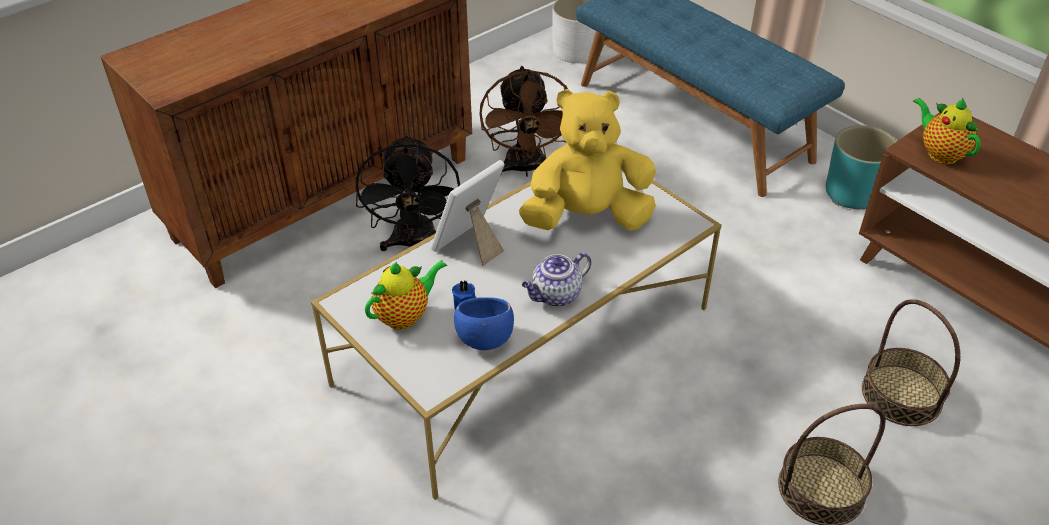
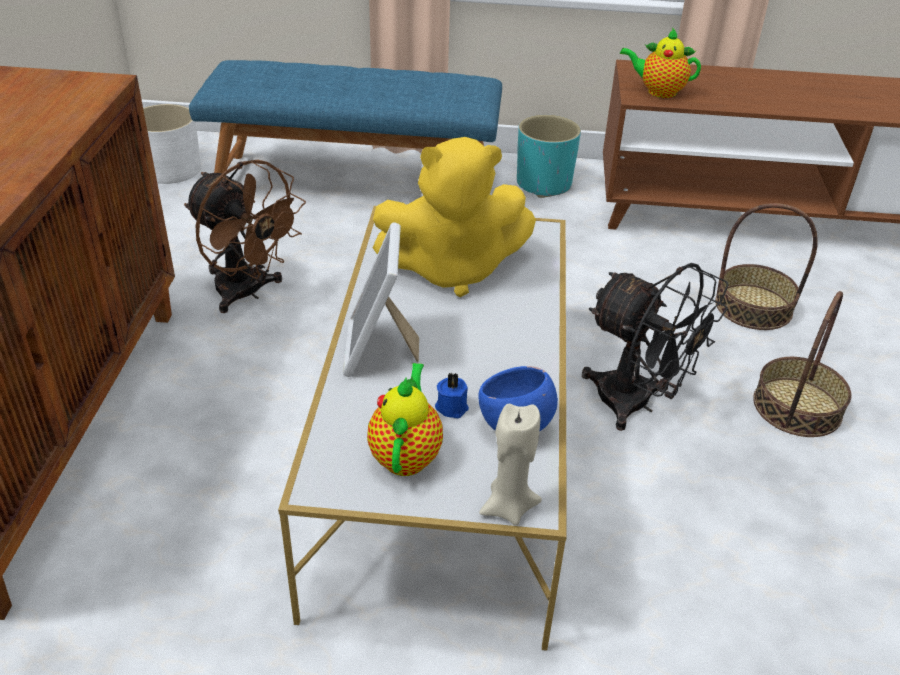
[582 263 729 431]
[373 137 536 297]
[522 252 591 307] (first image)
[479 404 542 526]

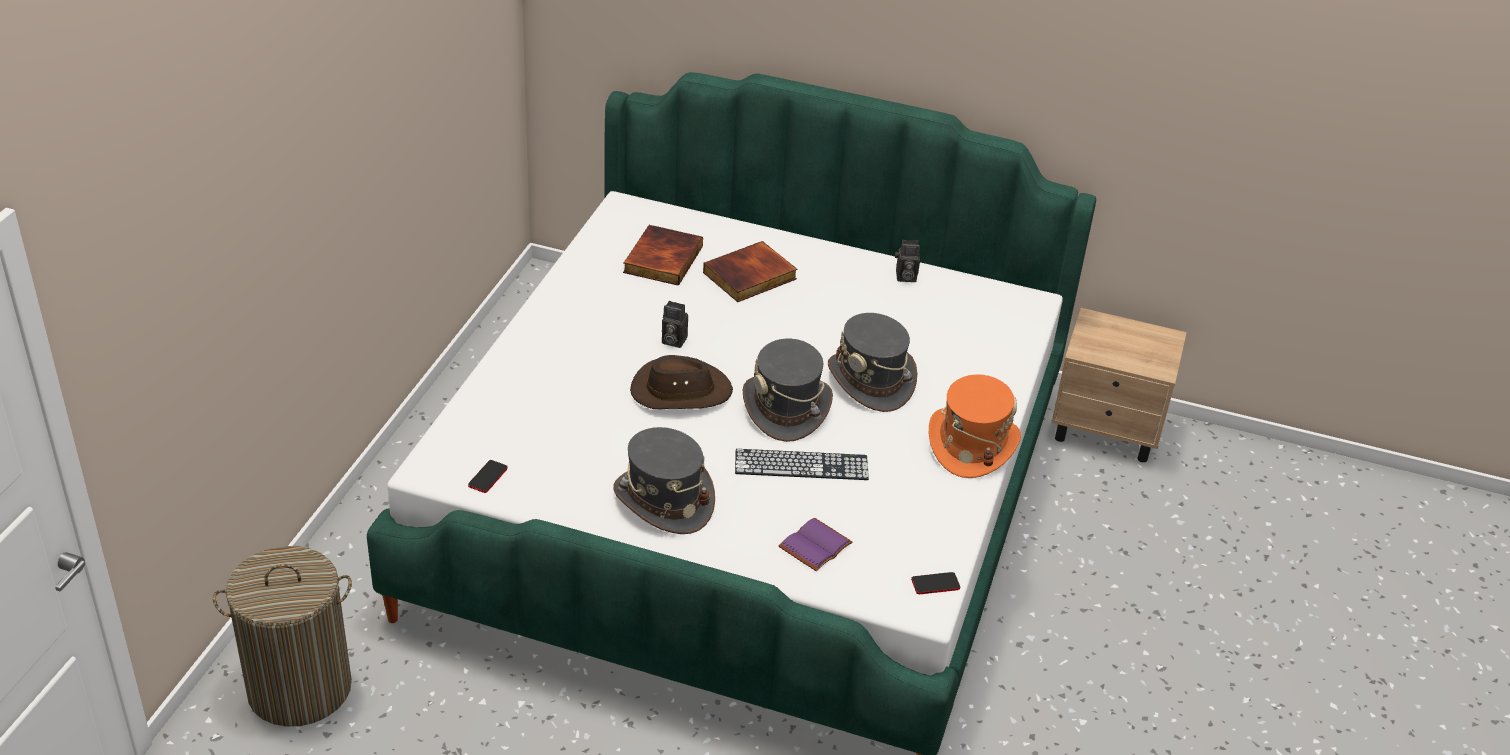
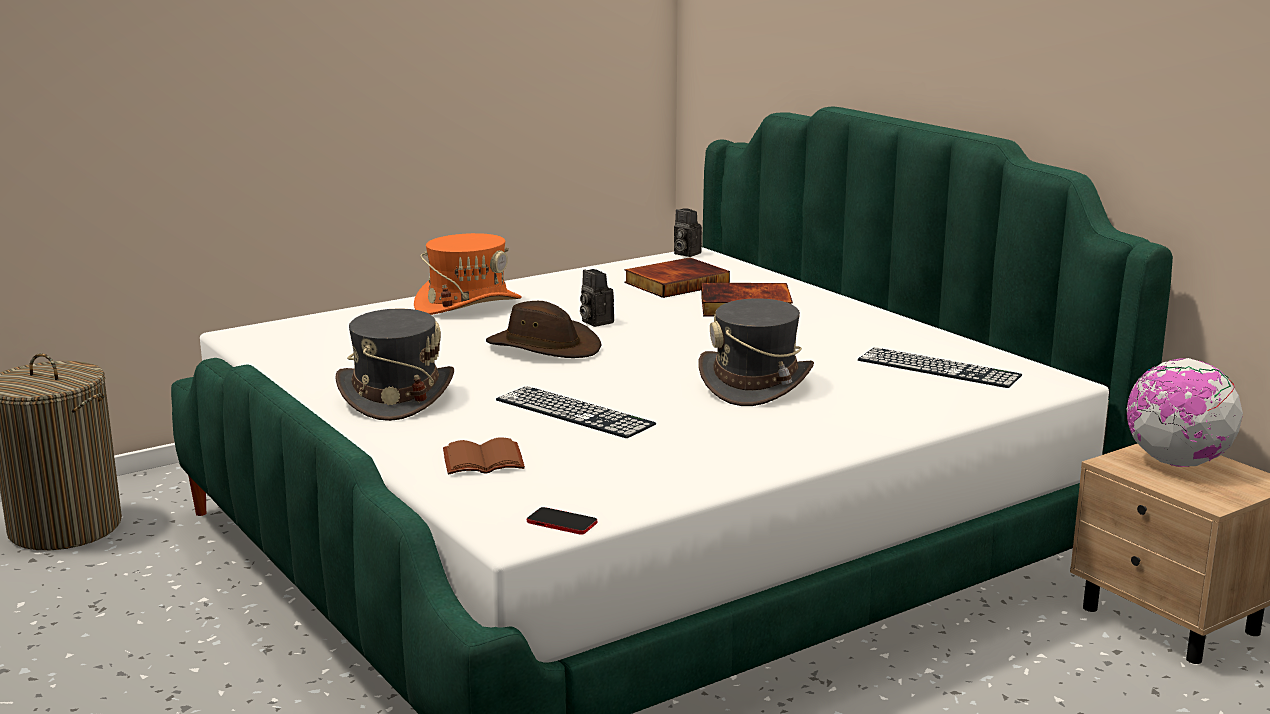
[468 460 508 493] (first image)
[743 339 833 442] (first image)
[443 437 525 474]
[674 208 702 257]
[414 233 522 315]
[858 347 1022 388]
[1126 358 1243 467]

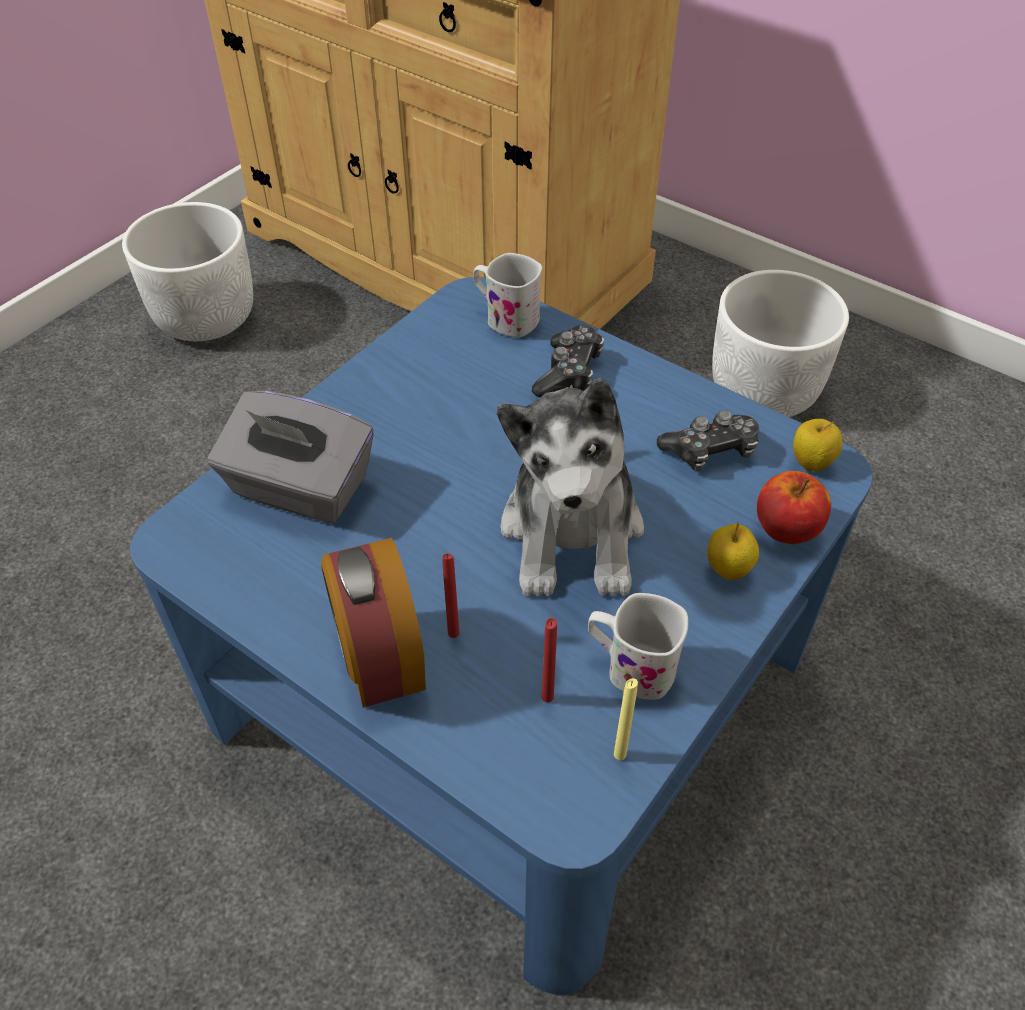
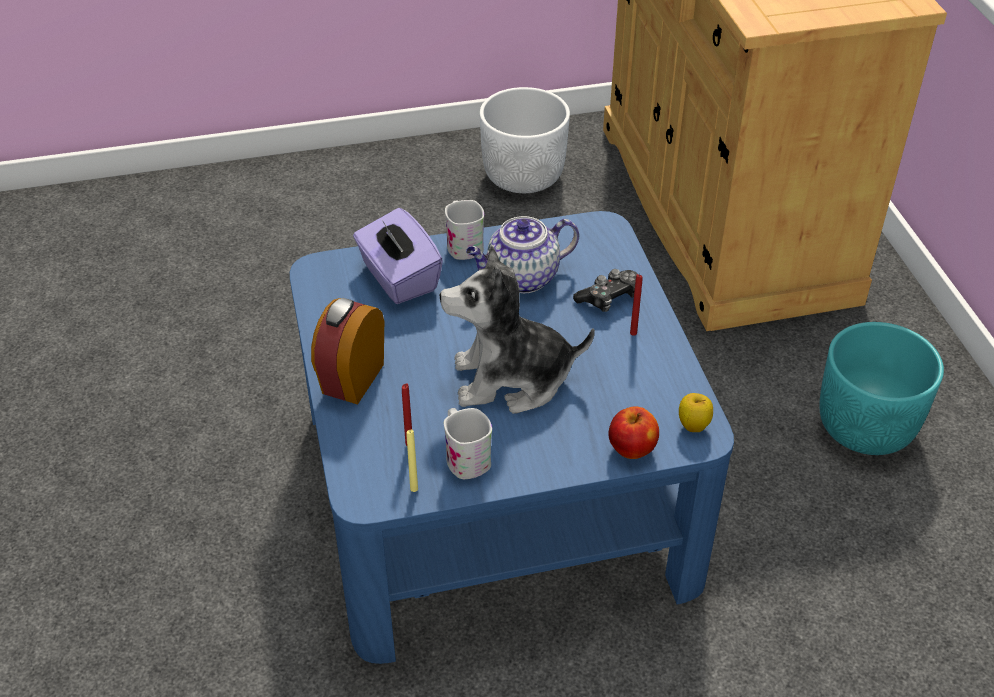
[353 208 443 304]
[630 274 643 336]
[445 200 484 260]
[440 245 595 414]
[657 410 759 471] (first image)
[707 523 759 580] (first image)
[819 322 944 455]
[466 216 579 293]

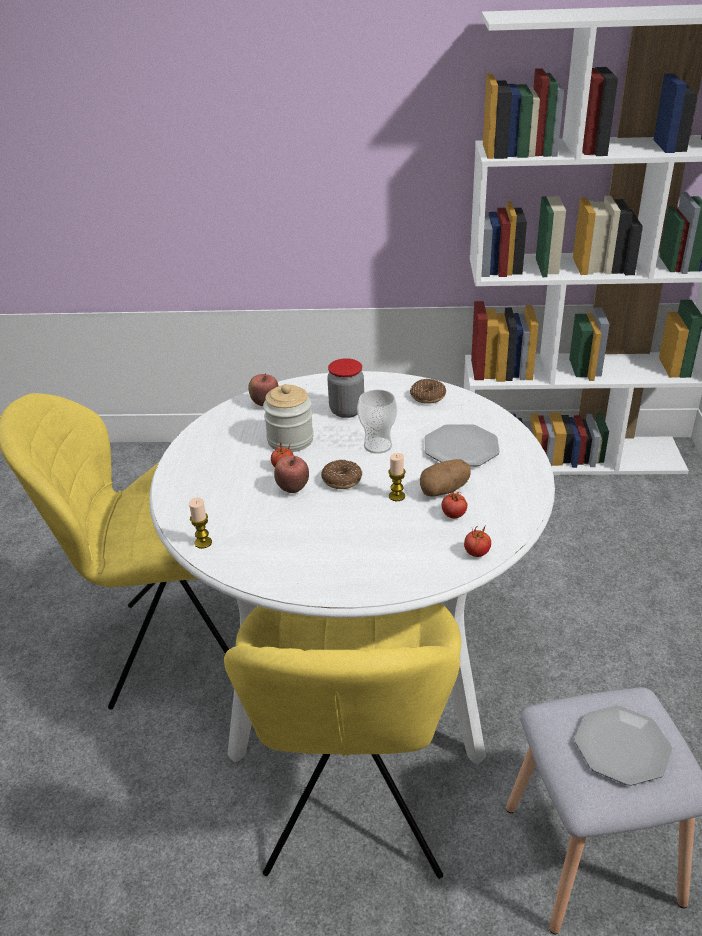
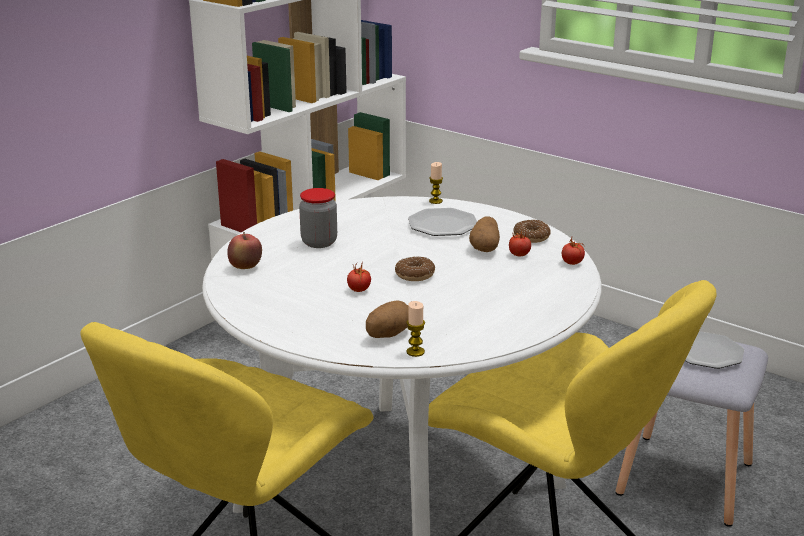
[263 384 314 452] (first image)
[274 455 309 493] (first image)
[357 390 397 454] (first image)
[429 162 443 204]
[513 220 551 243]
[366 300 408 338]

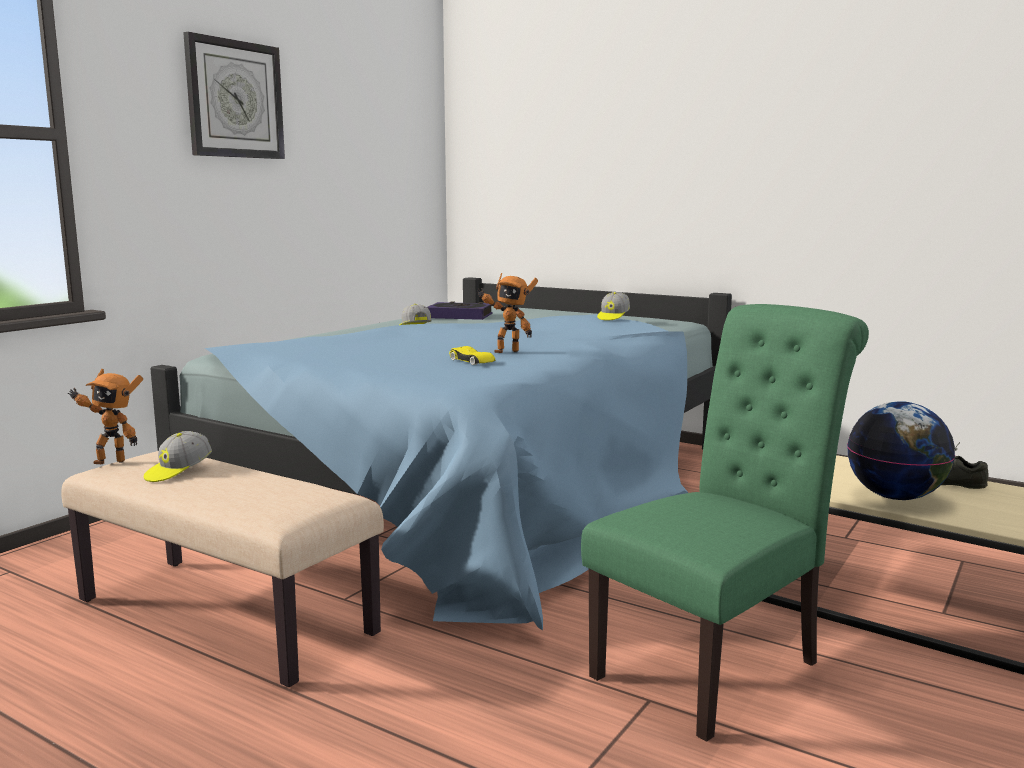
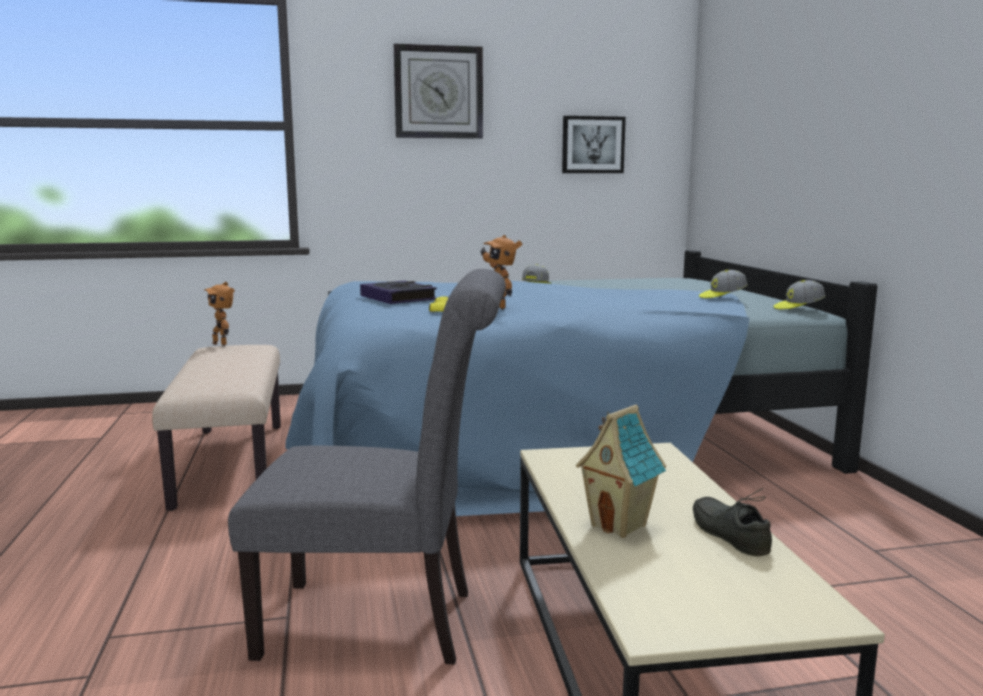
[773 280 825 310]
[360 281 437 304]
[228 269 506 664]
[576 405 666 538]
[562 116 626 173]

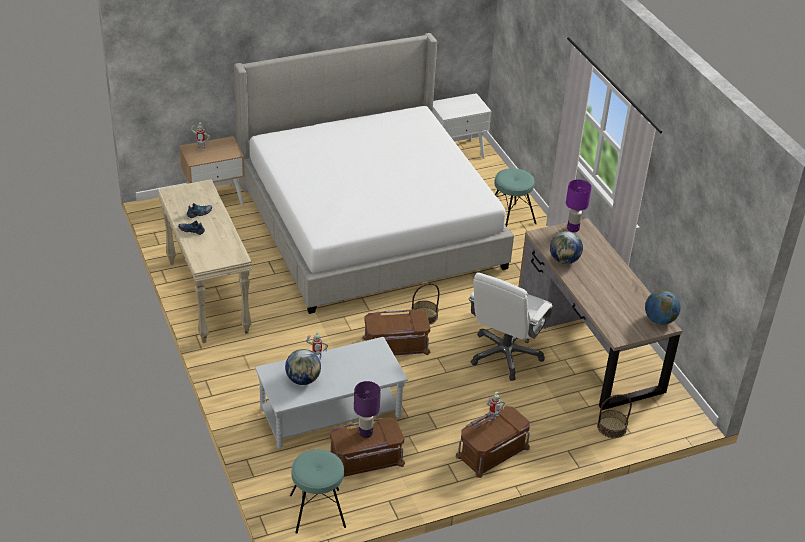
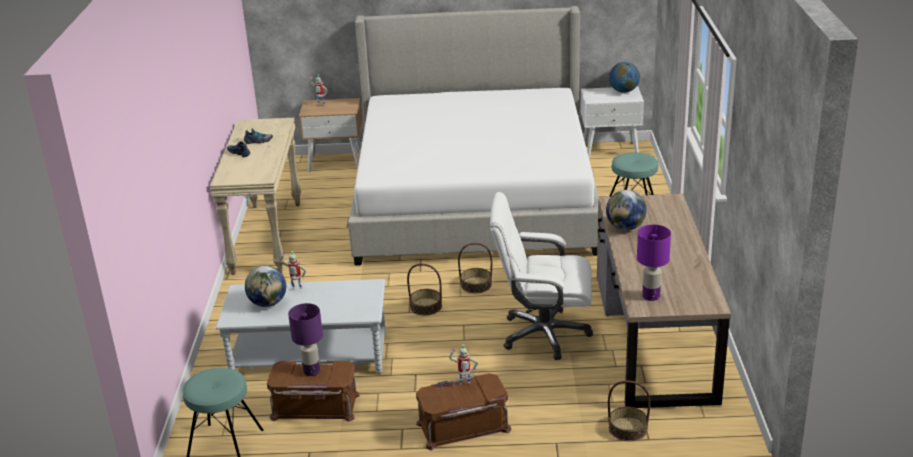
[407 264 442 316]
[490 192 593 360]
[637 225 671 301]
[609 62 640 93]

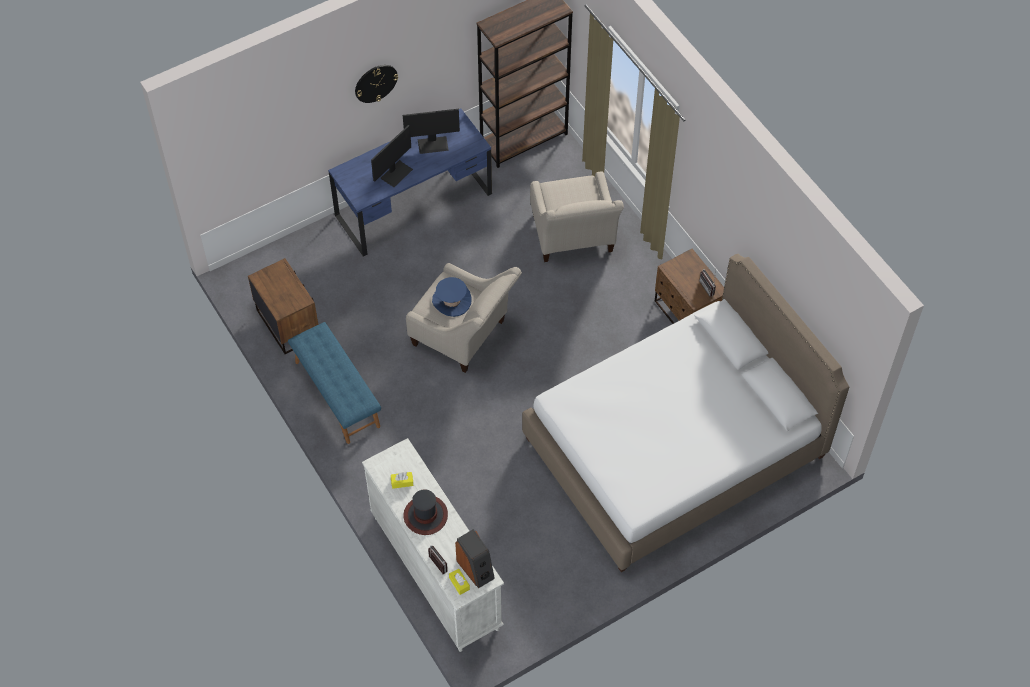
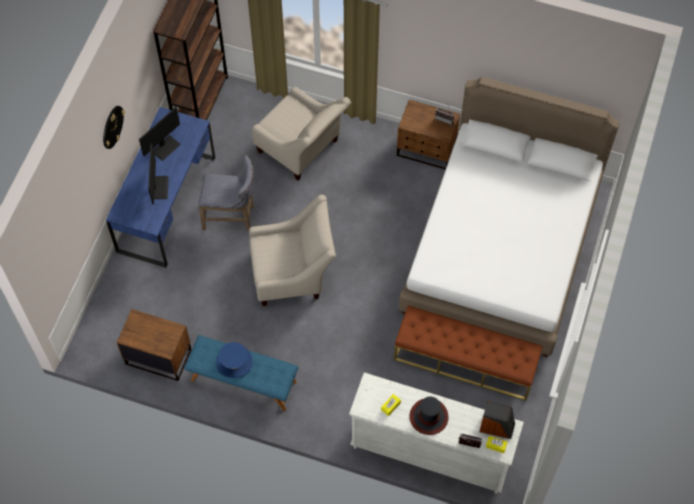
[216 342 253 378]
[198 155 254 231]
[394 306 543 401]

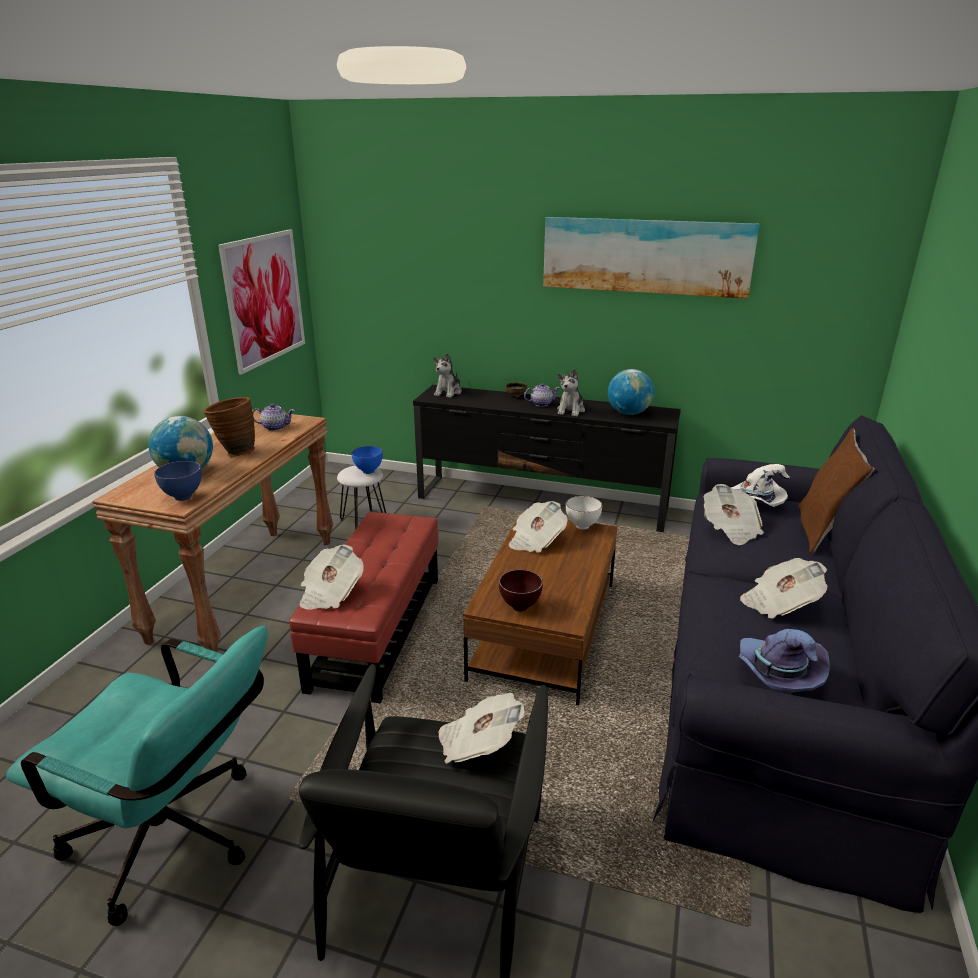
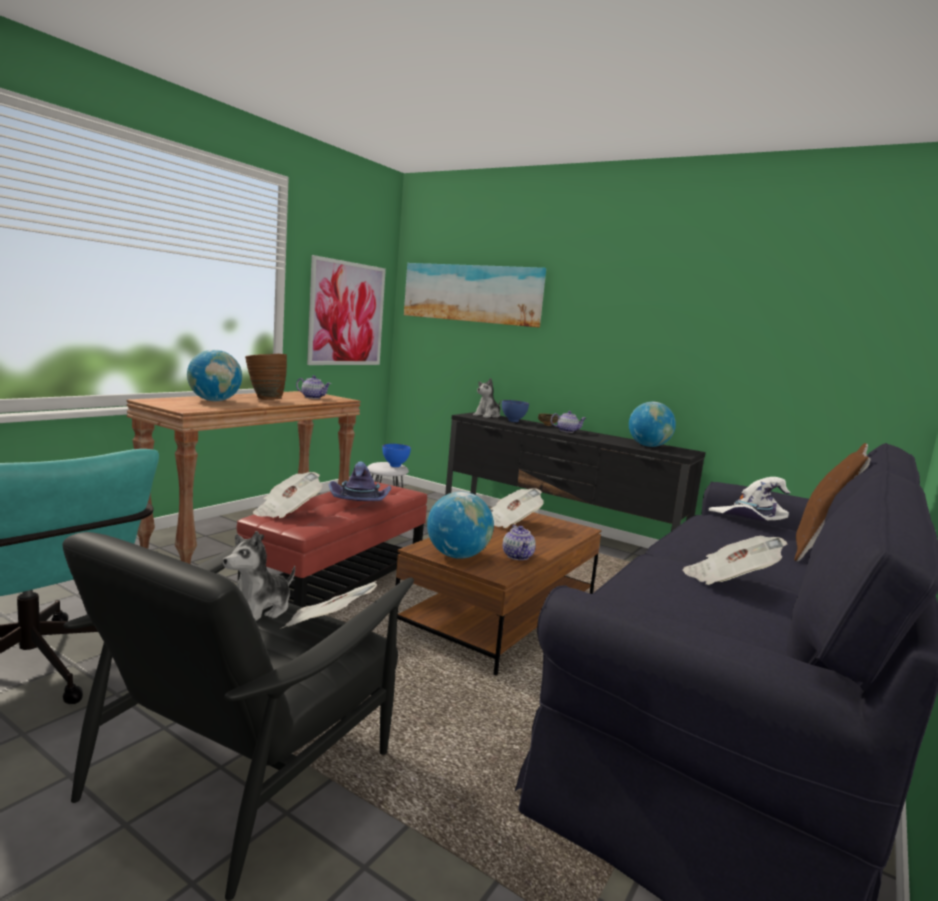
[502 400 529 422]
[427 491 494 559]
[404 263 546 328]
[223 531 295 621]
[566 496 602 530] (first image)
[704 484 764 545] (first image)
[329 462 391 501]
[503 525 536 560]

